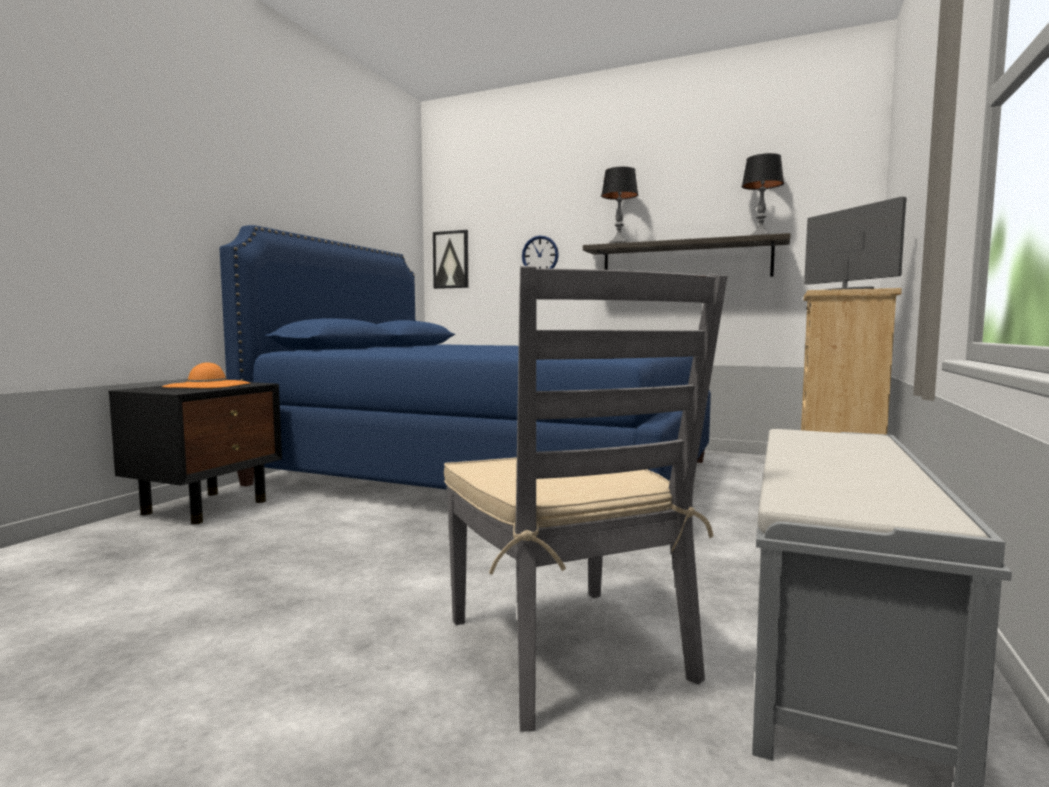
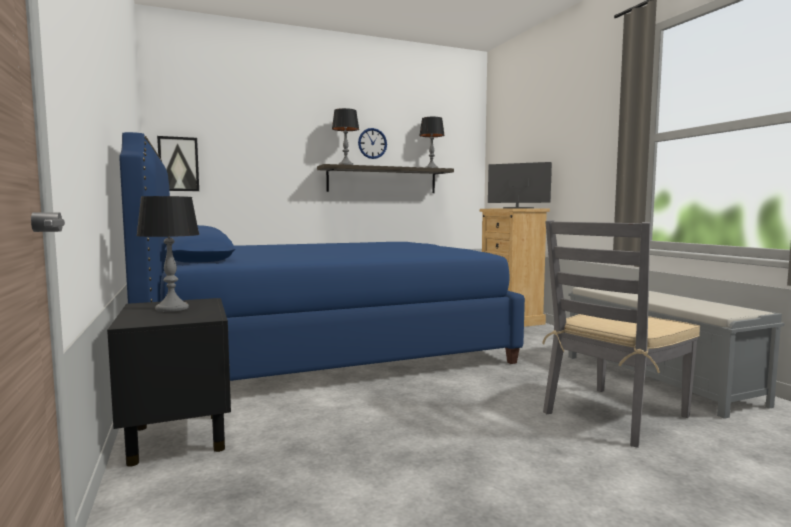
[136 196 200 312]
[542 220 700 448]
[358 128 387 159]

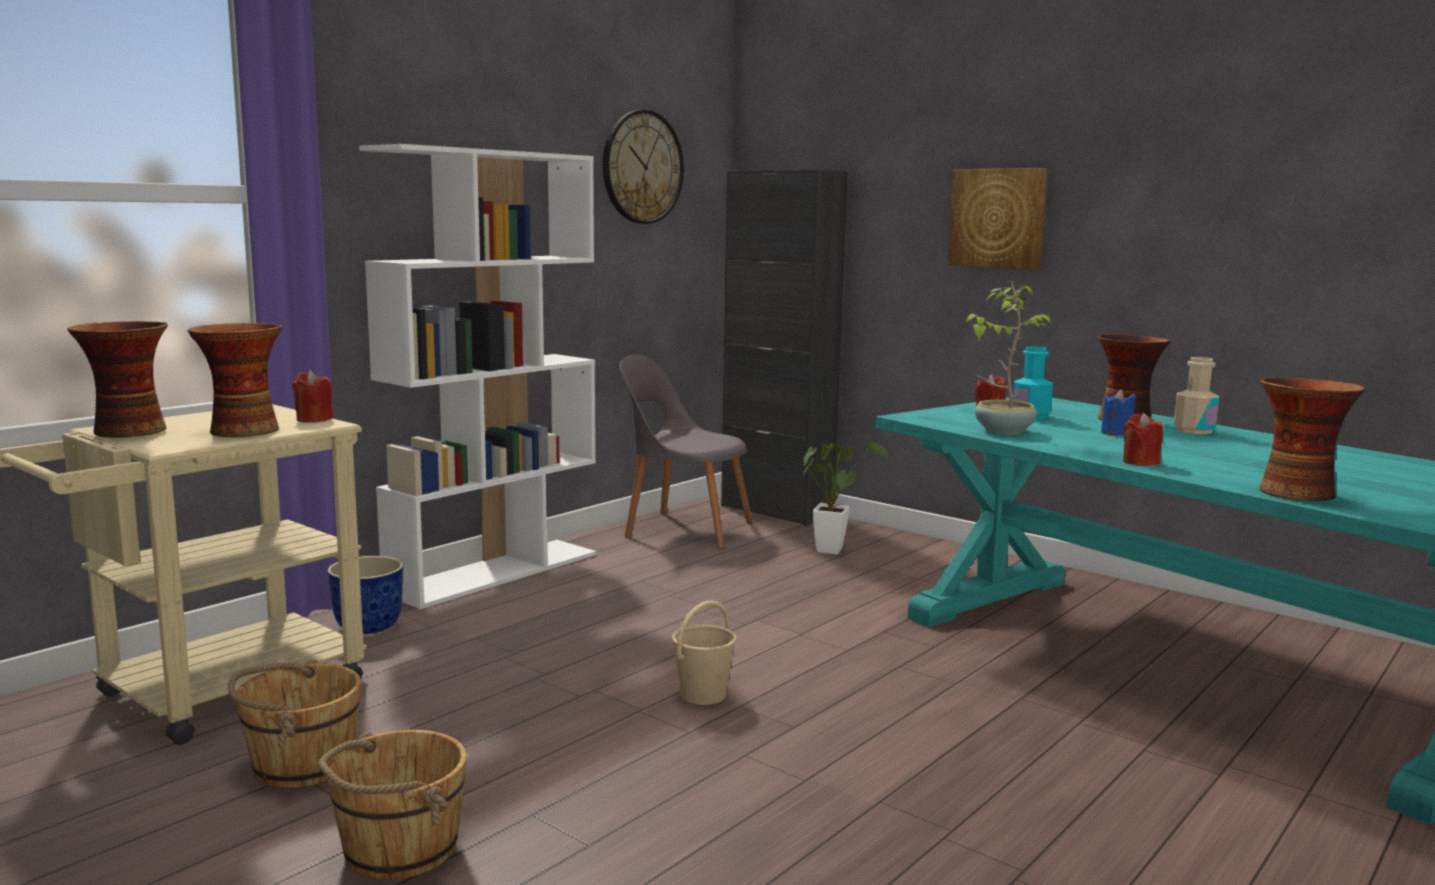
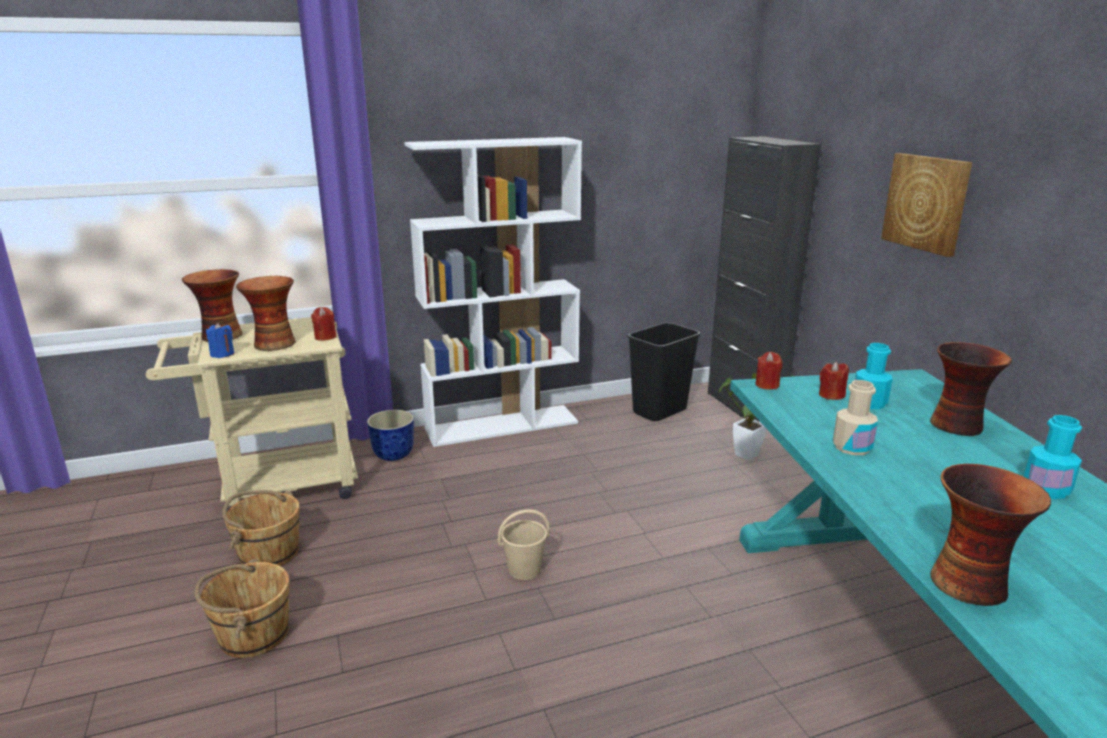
[603 110 684 224] (first image)
[628 322 700 421]
[966 282 1051 435] (first image)
[206 323 234 358]
[755 352 783 390]
[833 380 878 455]
[1024 415 1082 499]

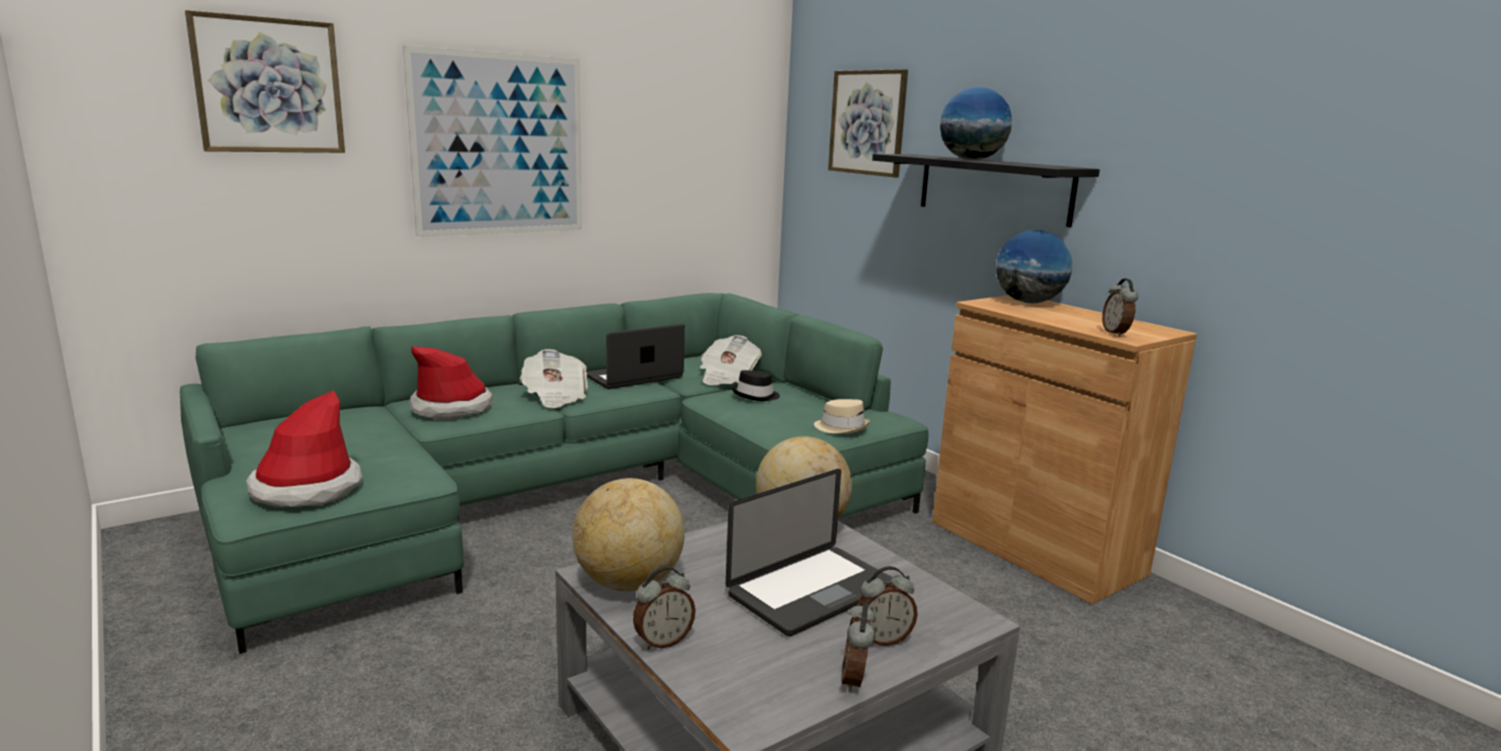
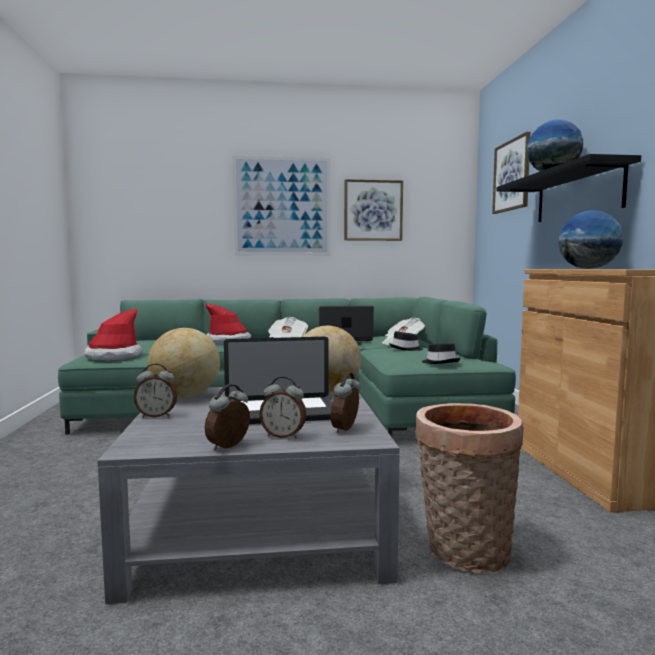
[344 179 403 241]
[422 343 460 364]
[331 372 361 433]
[415 403 524 573]

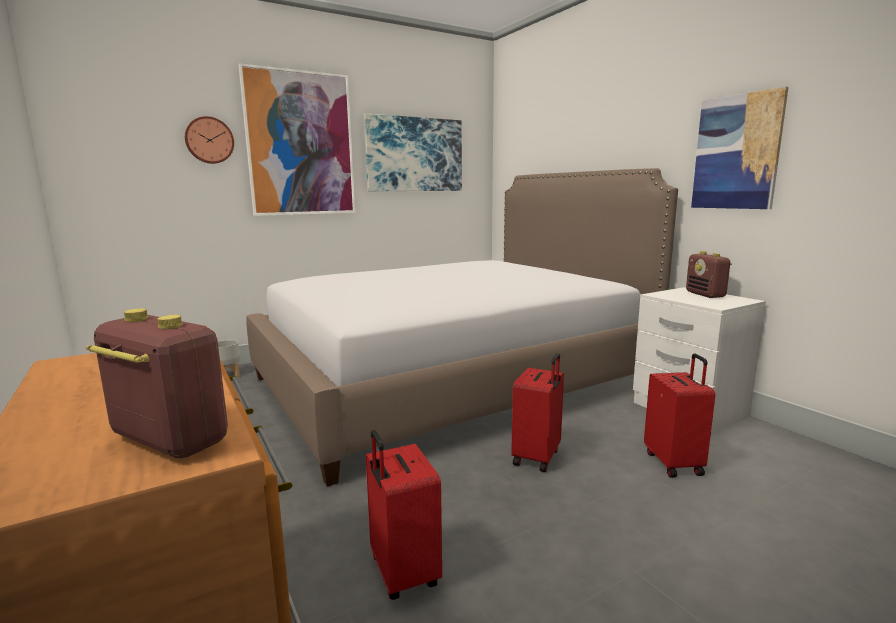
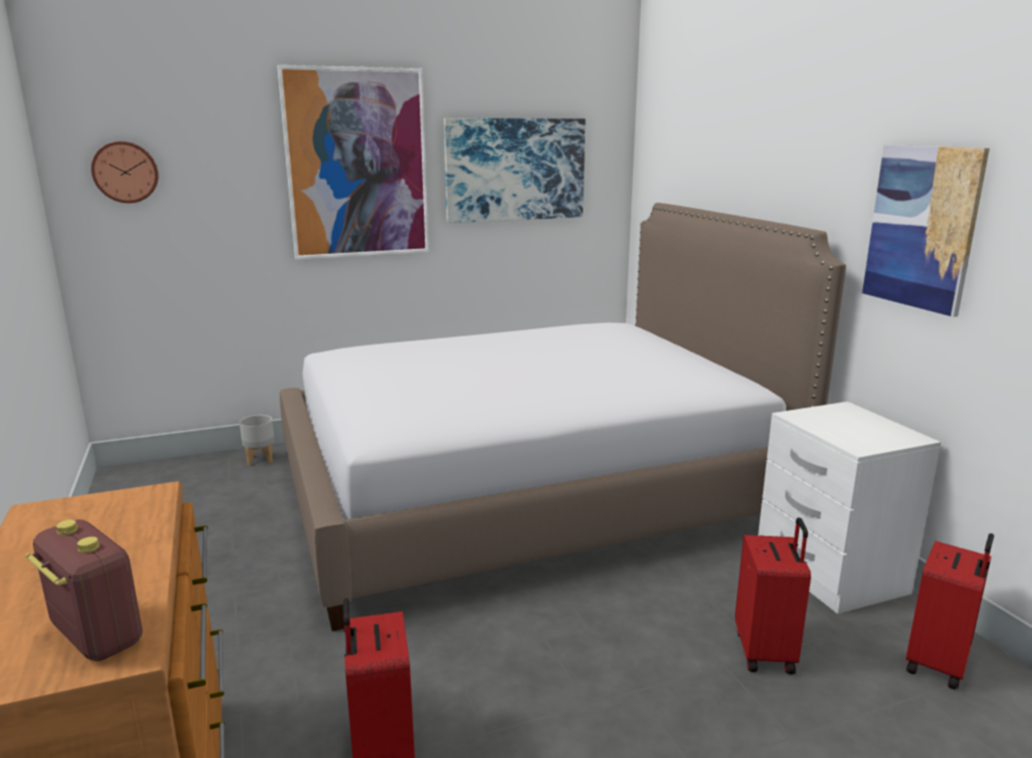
[91 141 158 203]
[906 533 994 690]
[686 251 732 298] (first image)

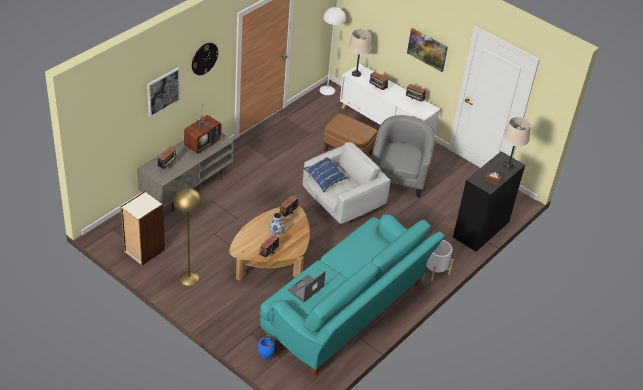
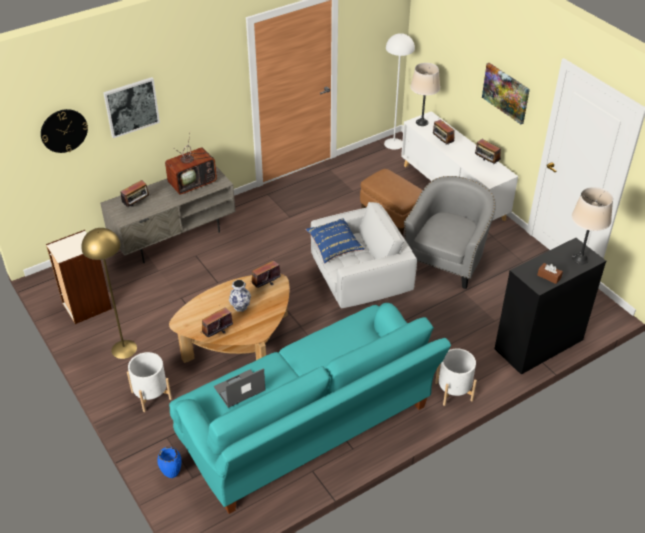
[41 109 88 153]
[127 352 172 412]

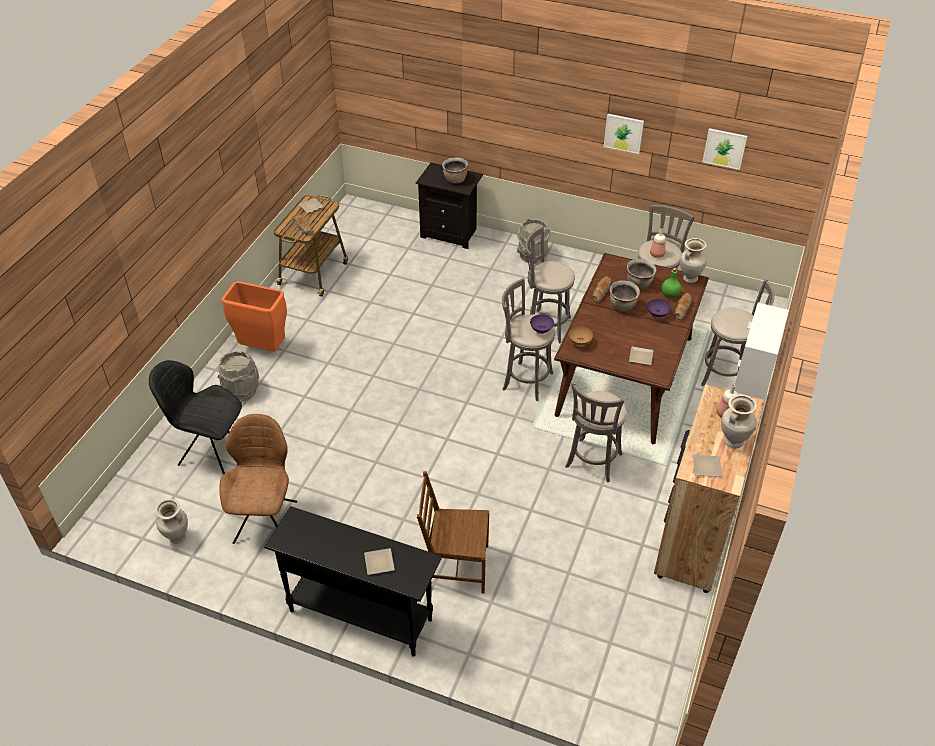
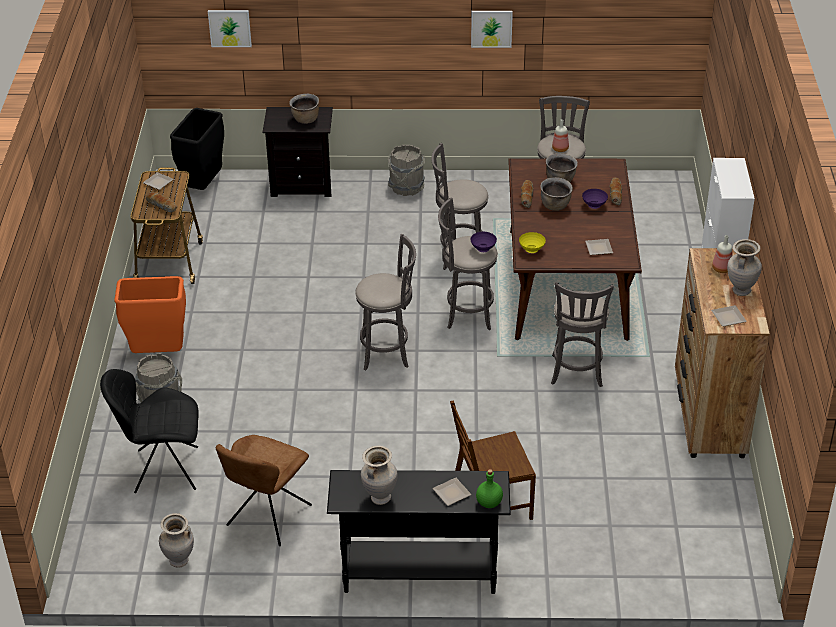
[216 435 312 546]
[519 232 546 253]
[476 469 503 508]
[361 446 398 505]
[355 234 416 371]
[208 10 252 47]
[170 108 224 190]

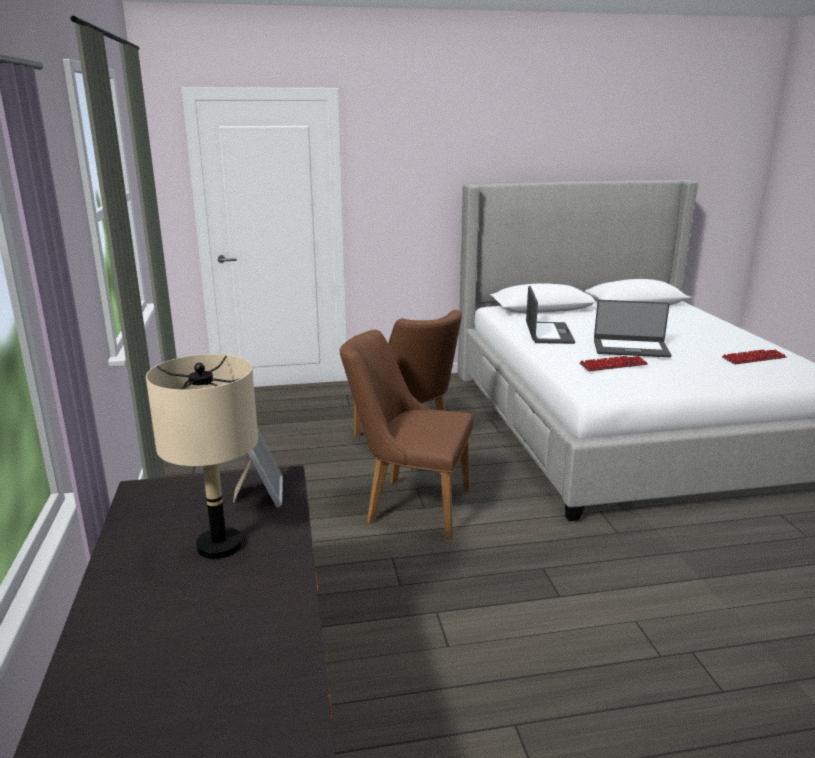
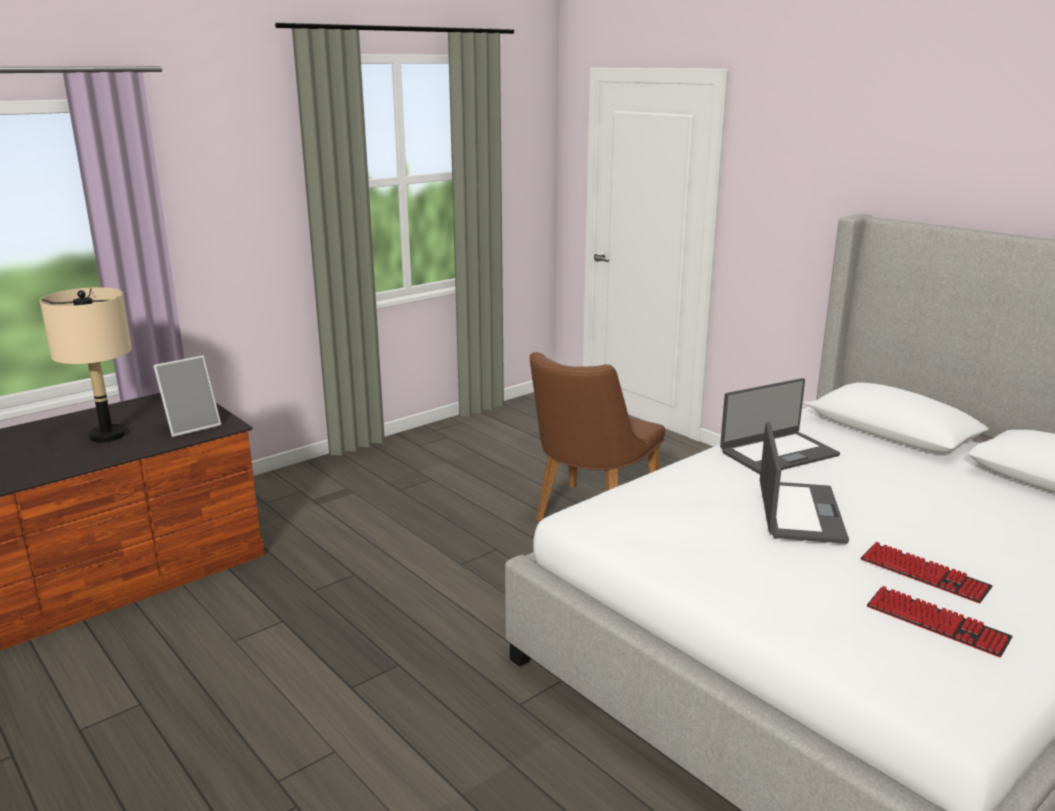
[340 330 474 539] (first image)
[861 542 993 603]
[760 422 849 544]

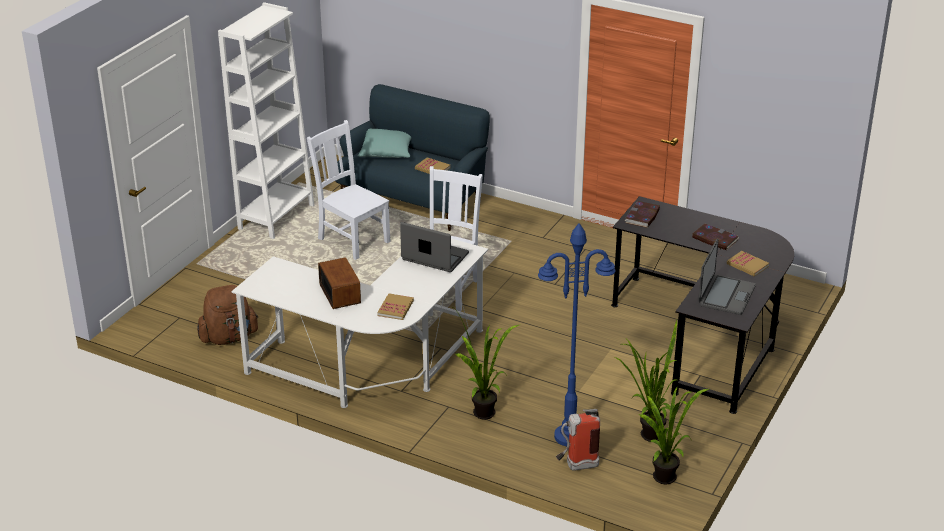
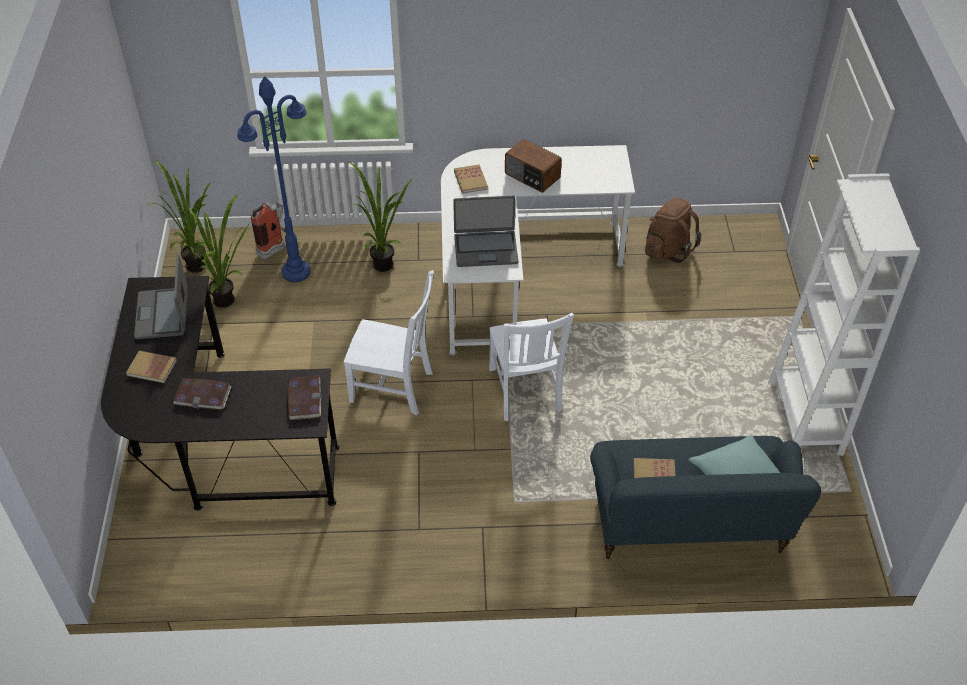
[344 270 434 415]

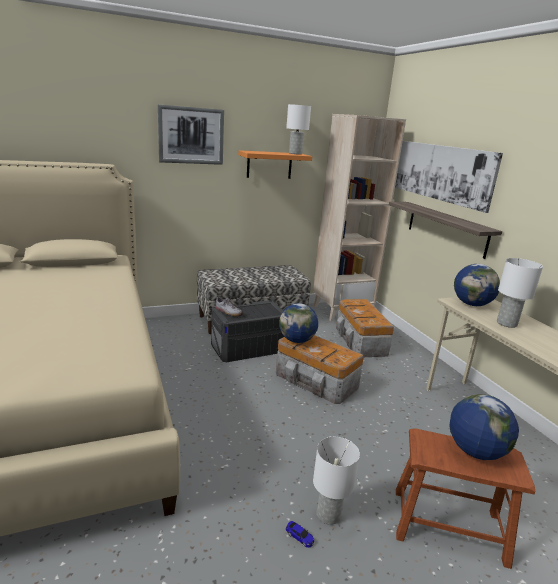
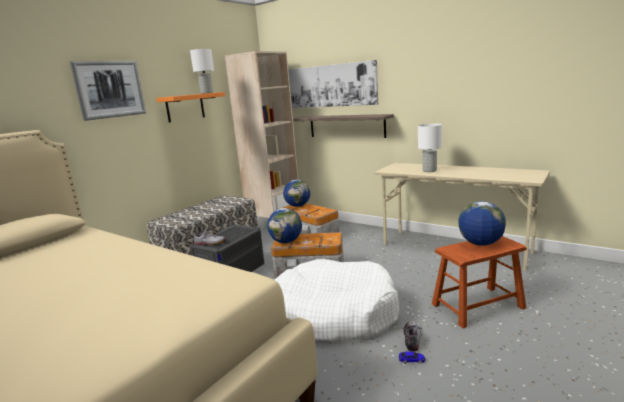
[403 321 422 352]
[283 180 310 207]
[275 259 400 341]

